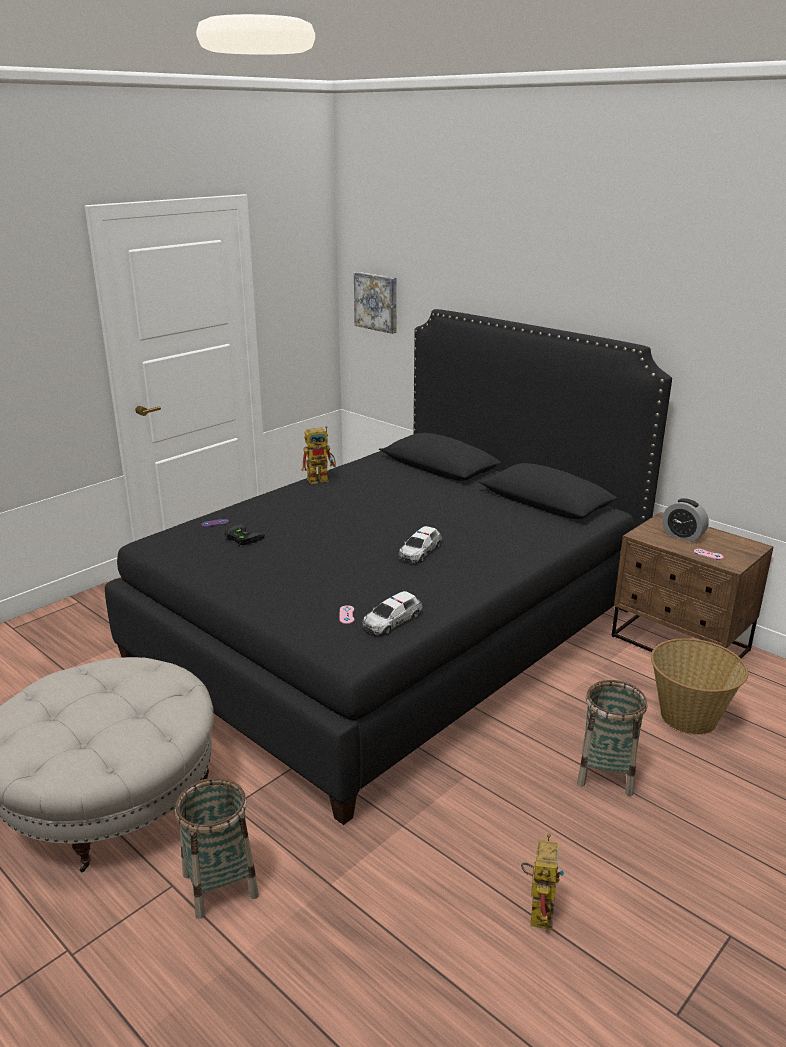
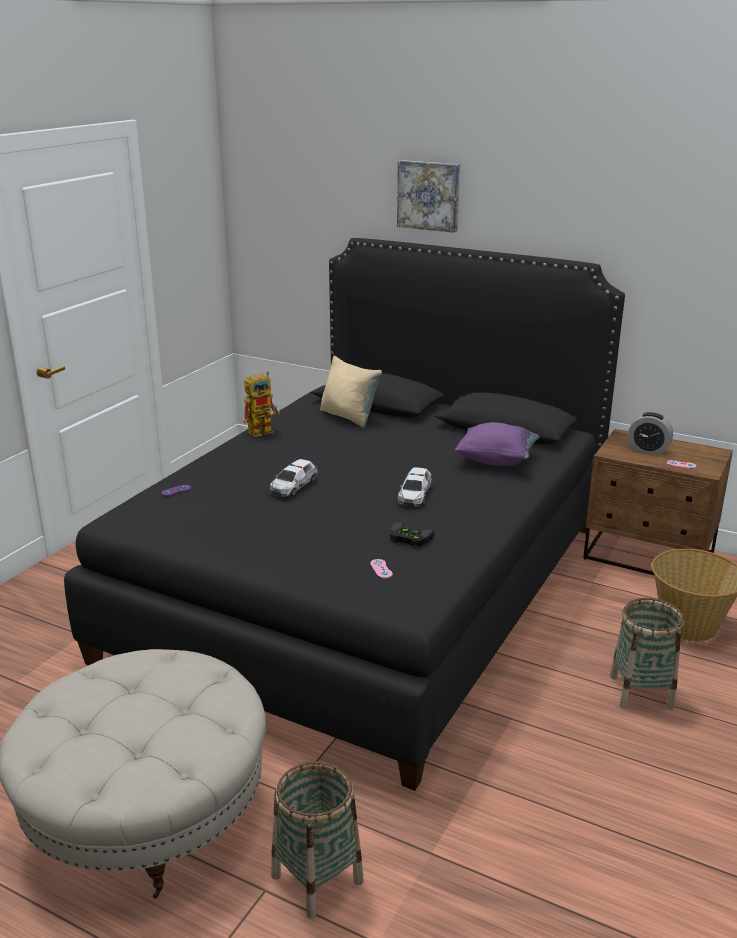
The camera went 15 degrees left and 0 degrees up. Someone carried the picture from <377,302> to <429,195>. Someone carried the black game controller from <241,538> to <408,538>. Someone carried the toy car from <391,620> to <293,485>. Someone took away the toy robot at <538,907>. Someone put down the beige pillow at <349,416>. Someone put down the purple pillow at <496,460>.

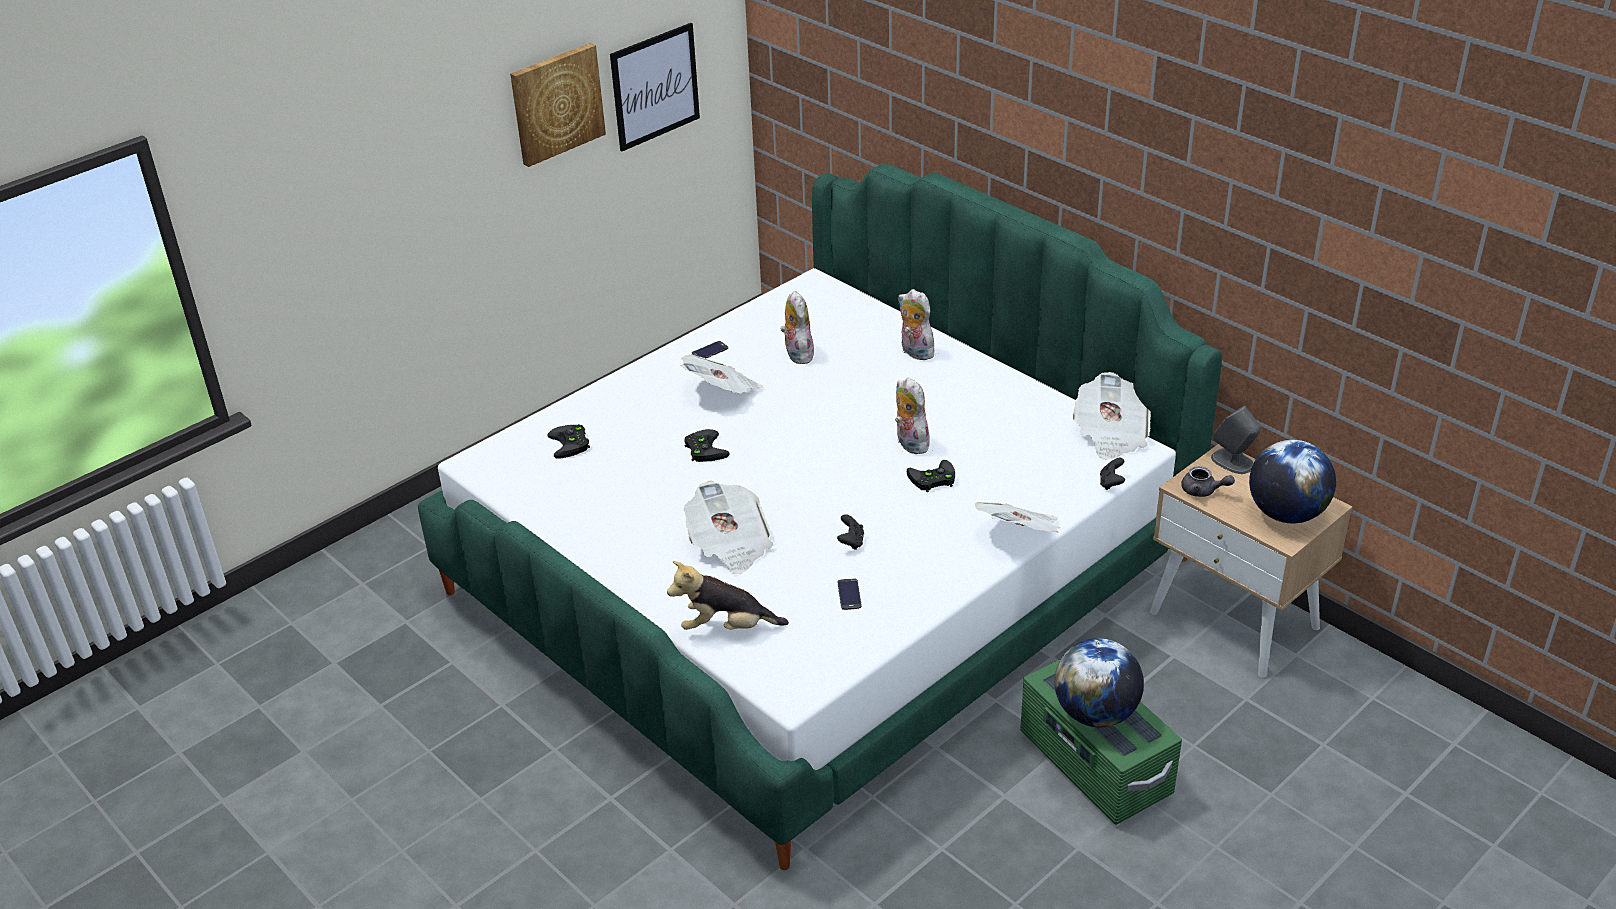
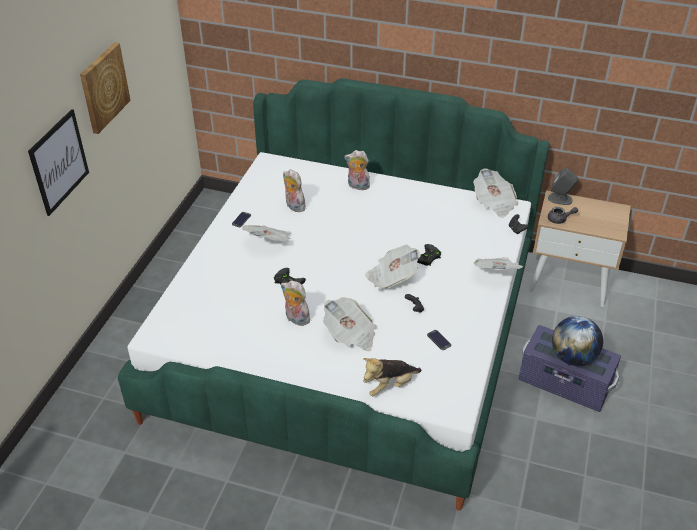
The camera went 30 degrees left and 5 degrees up. Someone carried the picture from <655,86> to <59,162>. Someone carried the plush toy from <909,443> to <295,319>. Someone took away the black game controller at <571,444>. Someone took away the globe at <1286,514>. Someone repainted the green storage box at <1095,764>, which became the purple storage box at <564,383>. Someone put down the newspaper at <392,277>.

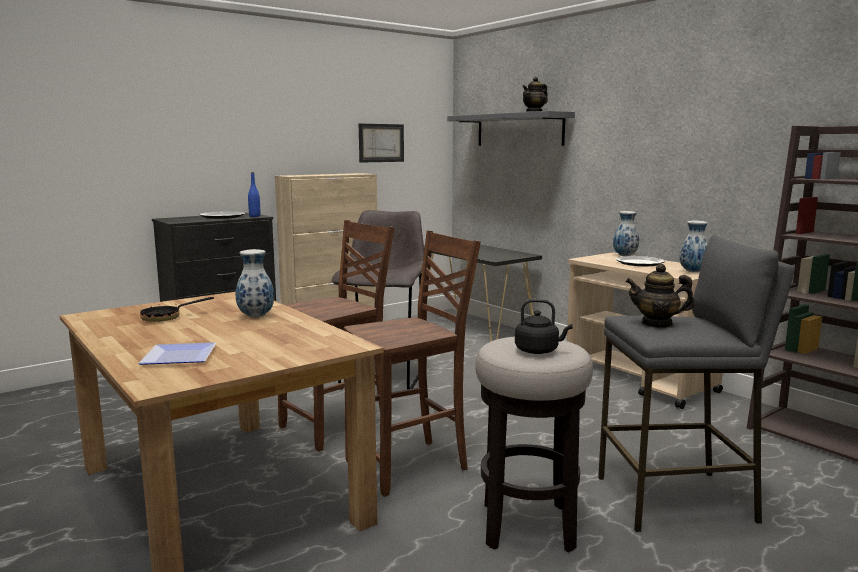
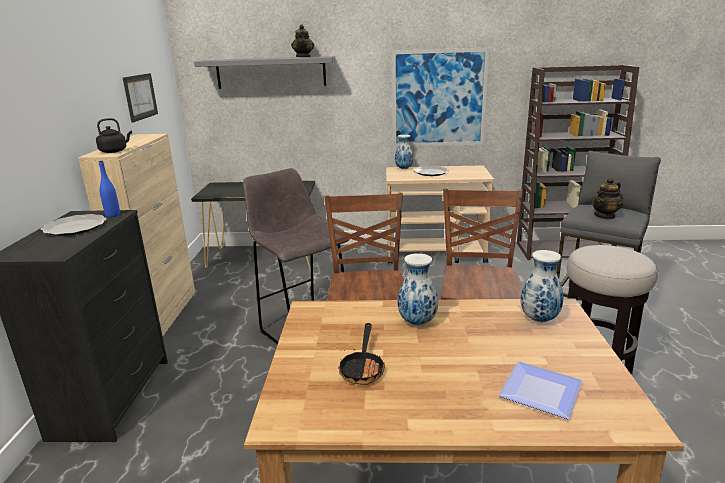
The camera went 50 degrees left and 10 degrees up. Someone carried the vase from <693,271> to <538,318>. Someone carried the black kettle from <539,351> to <115,151>. Someone put up the picture at <439,98>.

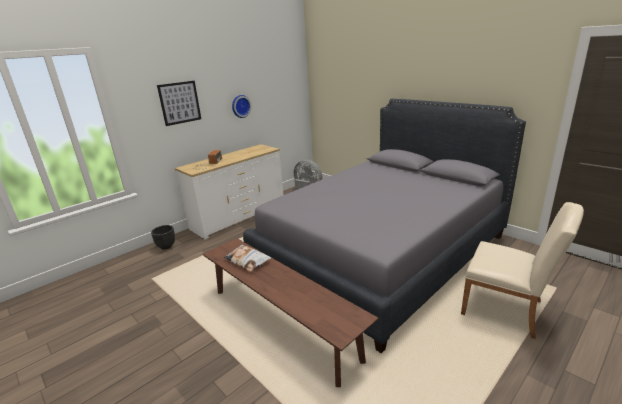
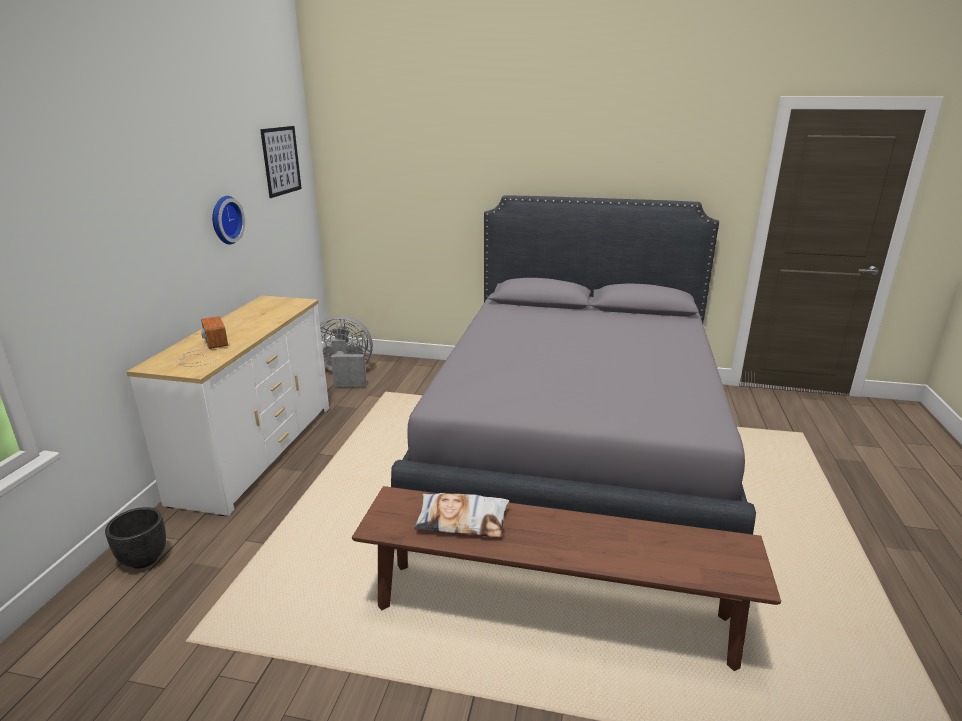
The camera went 35 degrees left and 0 degrees up. Someone carried the picture from <180,103> to <281,161>. Someone took away the beige chair at <508,310>.

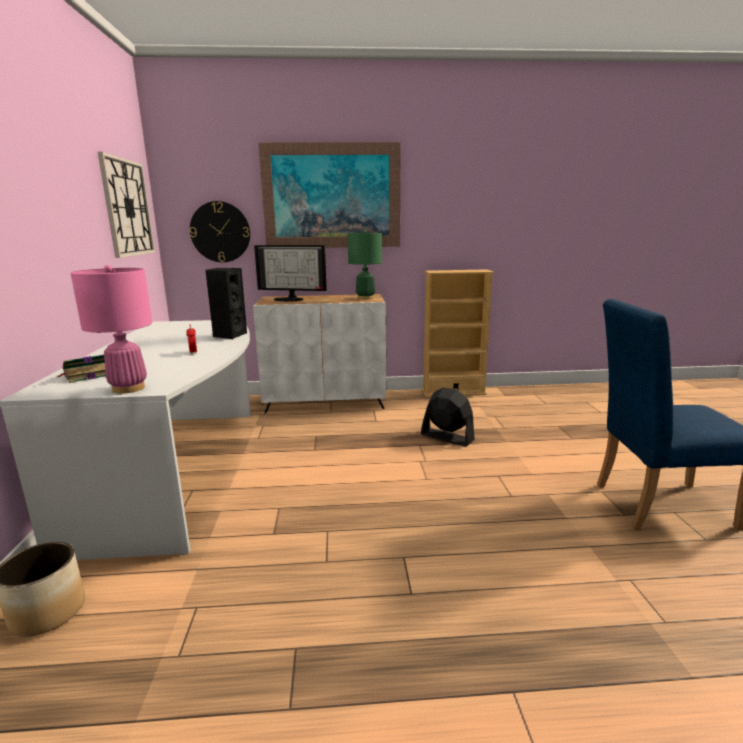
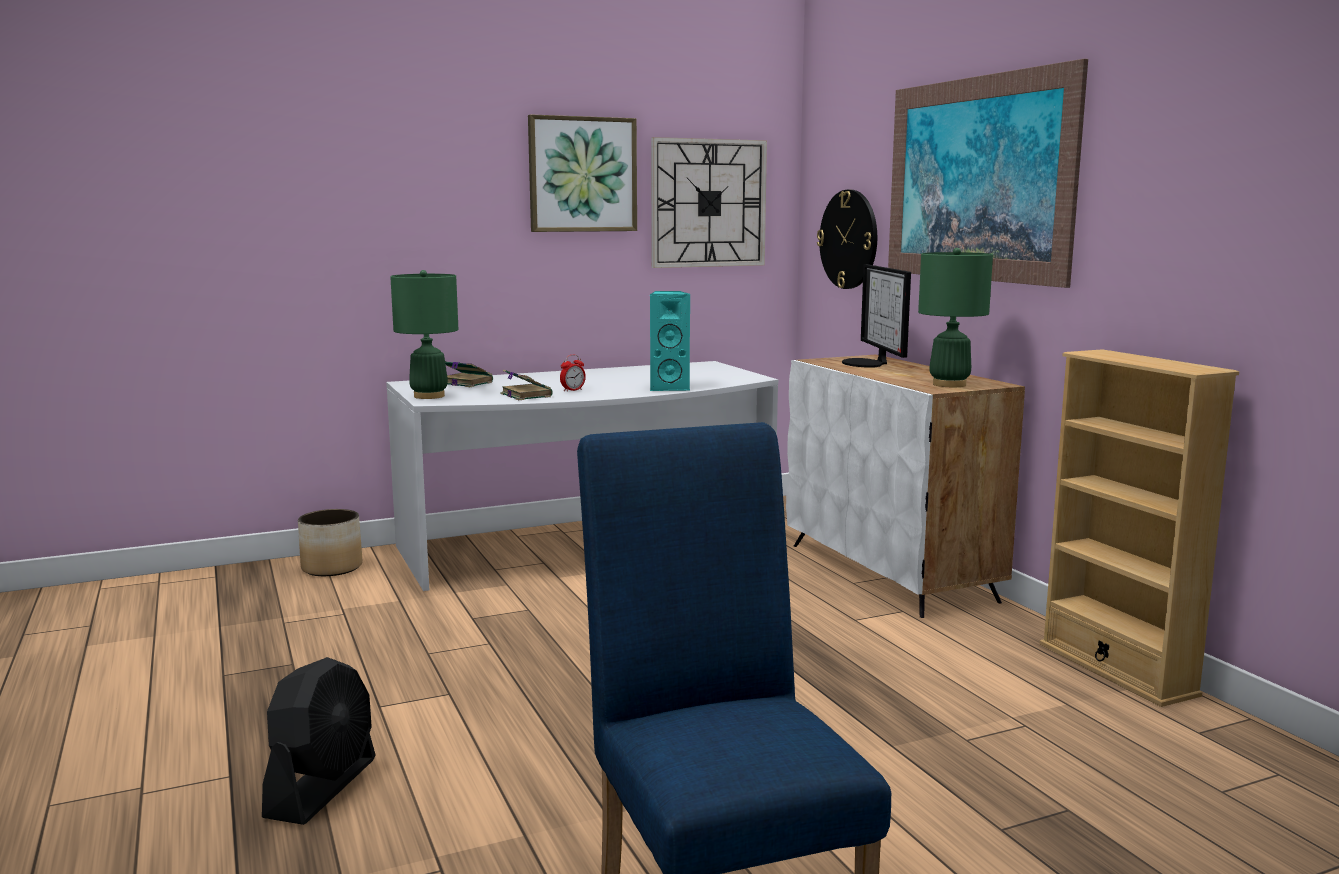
The camera went 70 degrees right and 5 degrees down. Someone repainted the pink table lamp at <129,388>, which became the green table lamp at <429,396>. Someone repainted the black speaker at <229,335>, which became the turquoise speaker at <669,388>. Someone carried the black fan from <446,437> to <322,787>. Someone put up the picture at <582,174>. Someone put down the book at <525,395>.

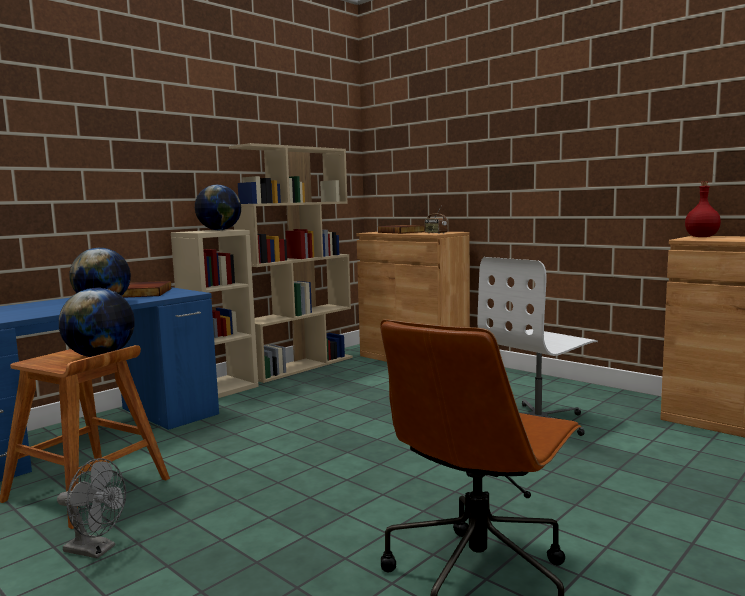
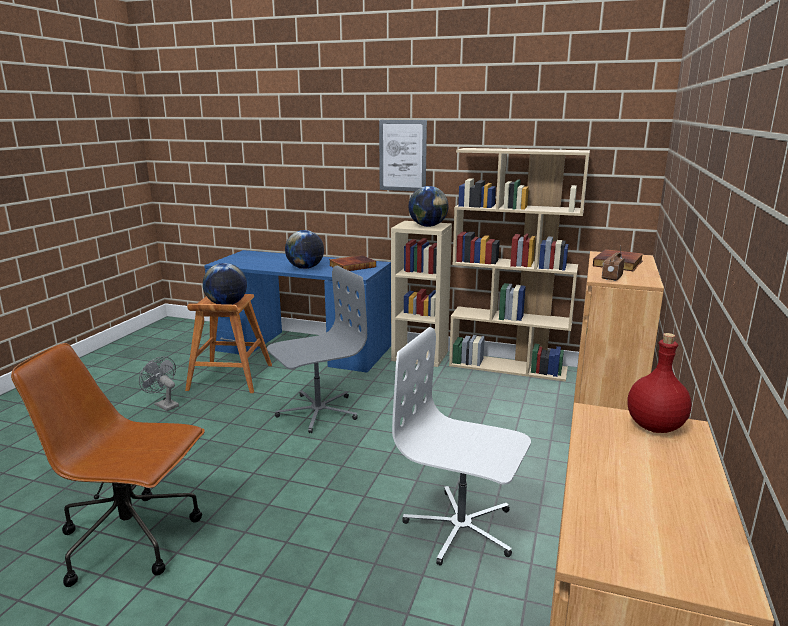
The camera went 65 degrees right and 10 degrees up. Someone rotated the grey fan at <96,550> by 135 degrees clockwise. Someone put up the picture at <402,155>. Someone put down the grey office chair at <317,411>.

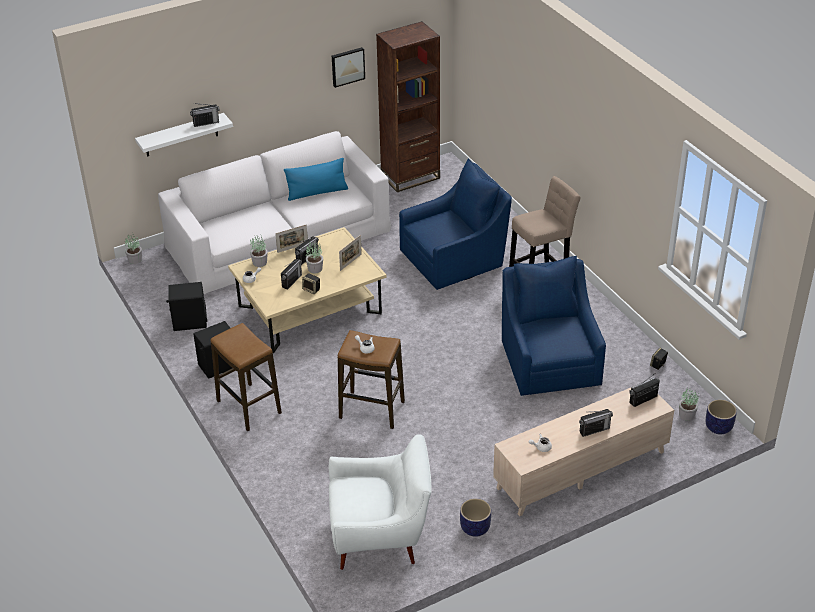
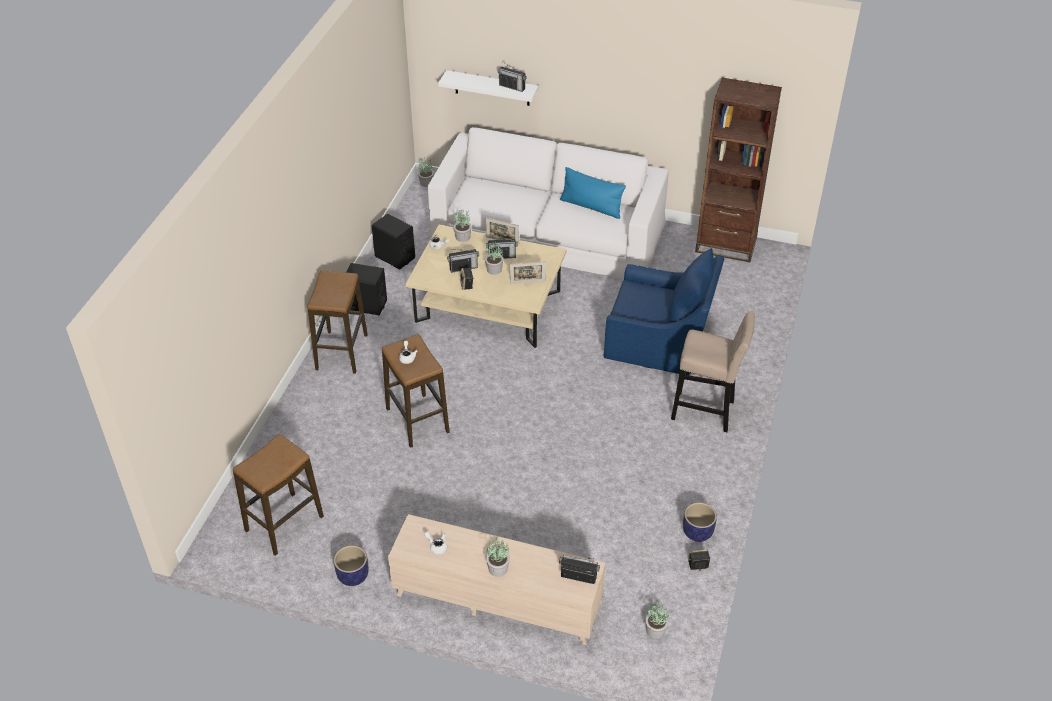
The camera went 45 degrees right and 5 degrees up. Someone took away the picture at <347,66>. Someone took away the blue armchair at <549,361>. Someone carried the planter from <718,428> to <697,533>. Someone swapped the radio at <594,430> for the potted plant at <498,568>. Someone swapped the white armchair at <380,536> for the stool at <284,524>.

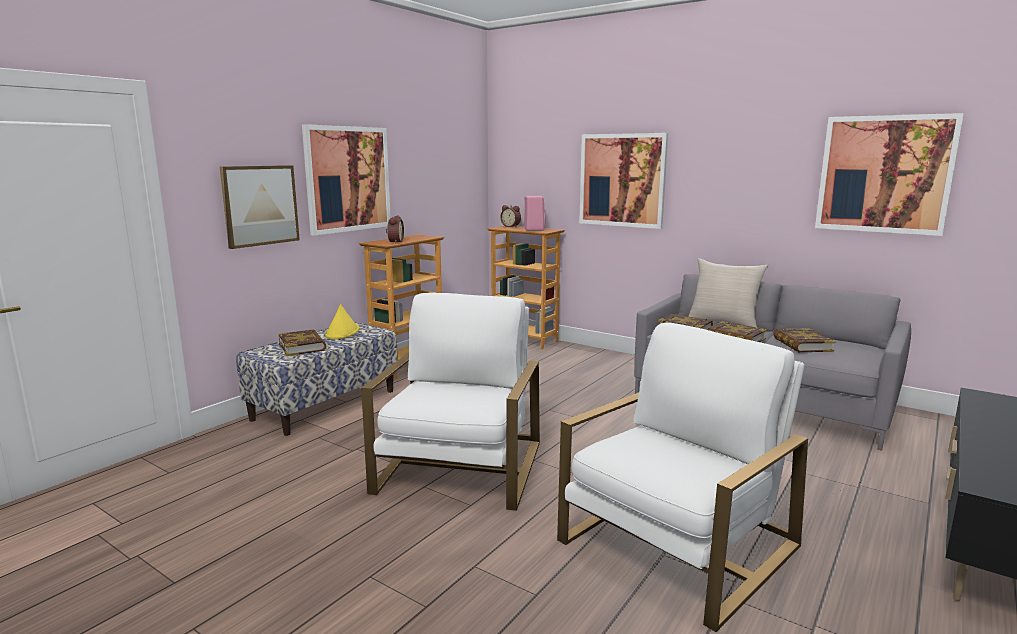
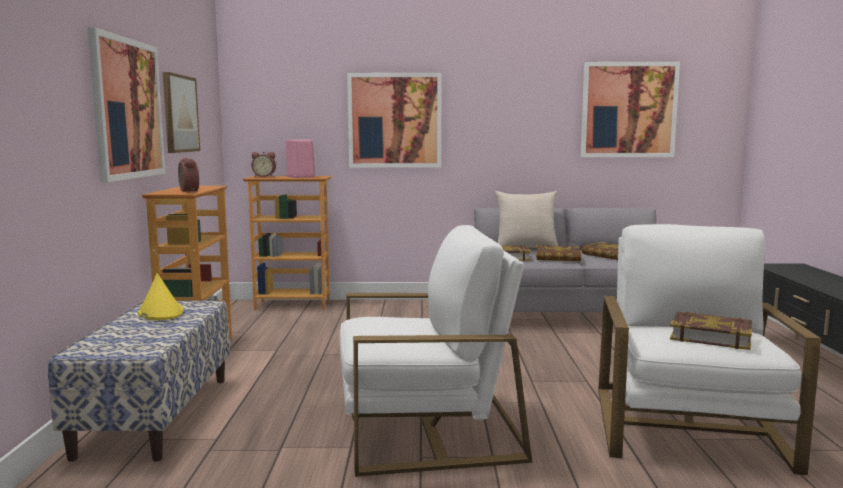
The camera went 35 degrees left and 5 degrees down. Someone carried the picture from <260,205> to <179,114>. Someone rotated the white armchair at <461,468> by 105 degrees clockwise. Someone carried the book from <302,347> to <710,336>.

